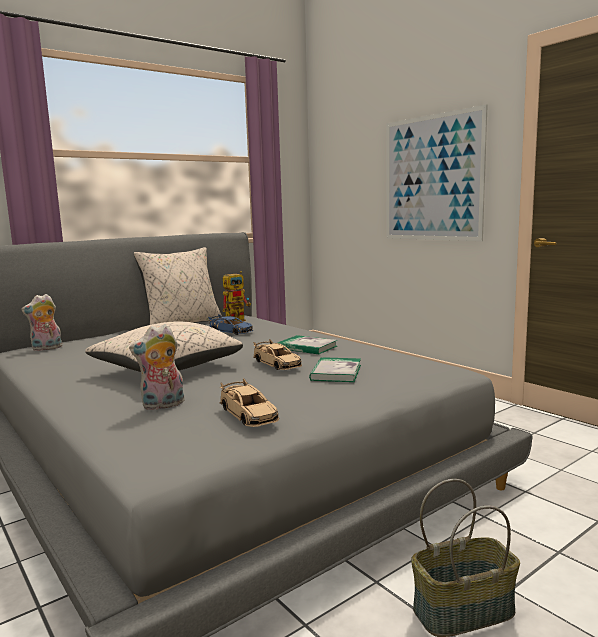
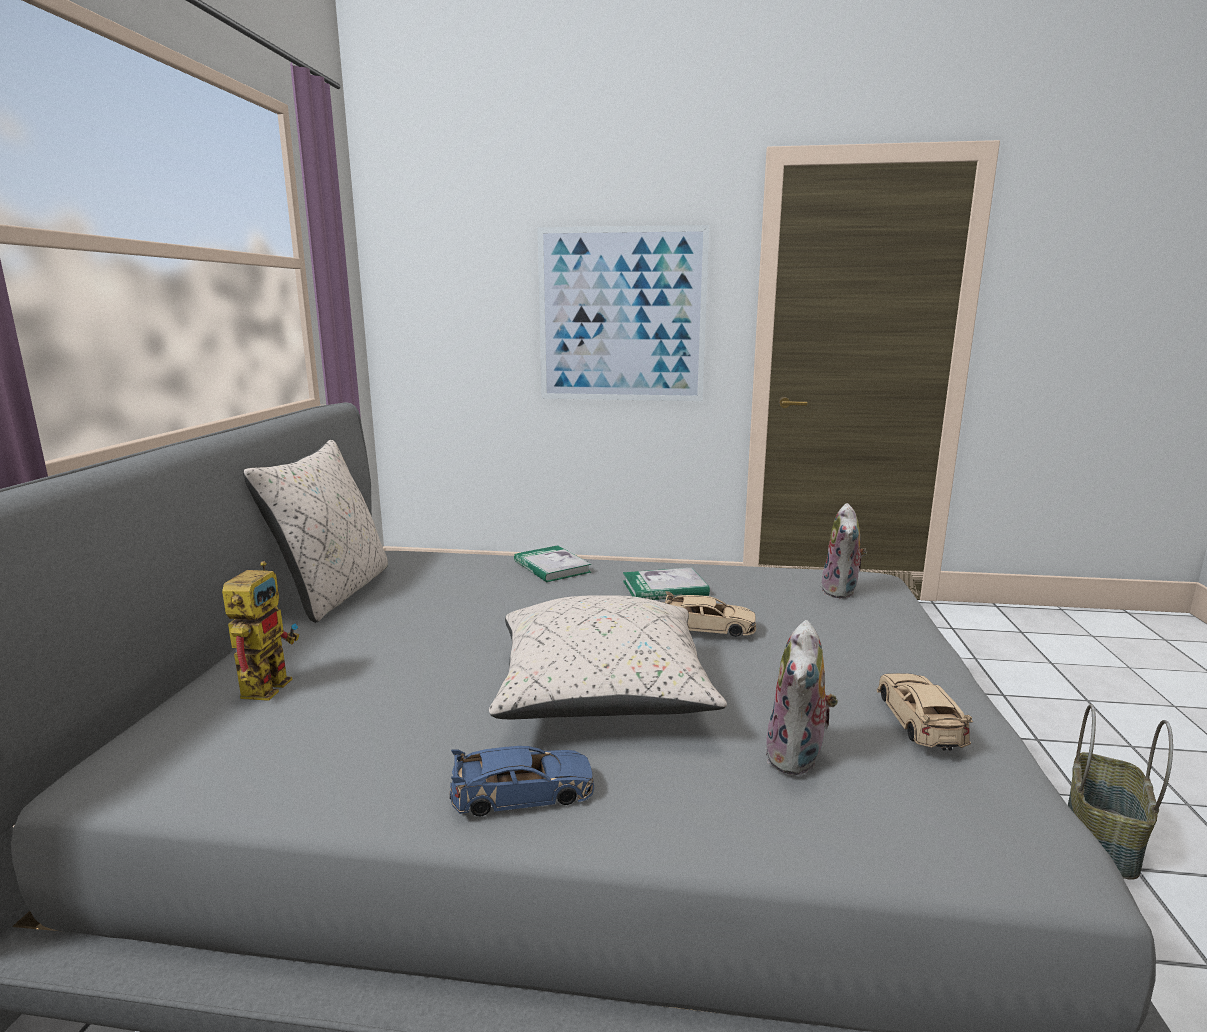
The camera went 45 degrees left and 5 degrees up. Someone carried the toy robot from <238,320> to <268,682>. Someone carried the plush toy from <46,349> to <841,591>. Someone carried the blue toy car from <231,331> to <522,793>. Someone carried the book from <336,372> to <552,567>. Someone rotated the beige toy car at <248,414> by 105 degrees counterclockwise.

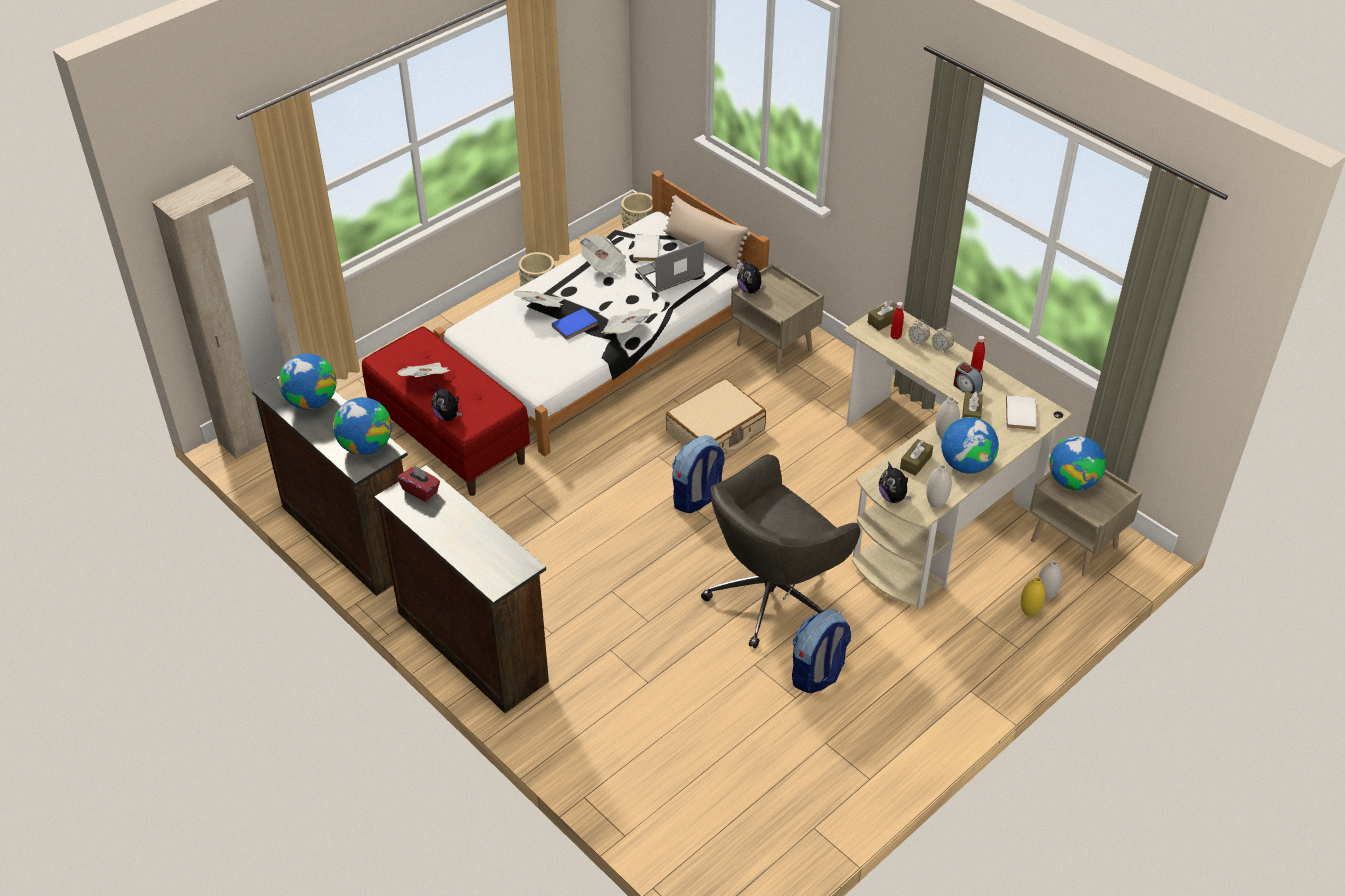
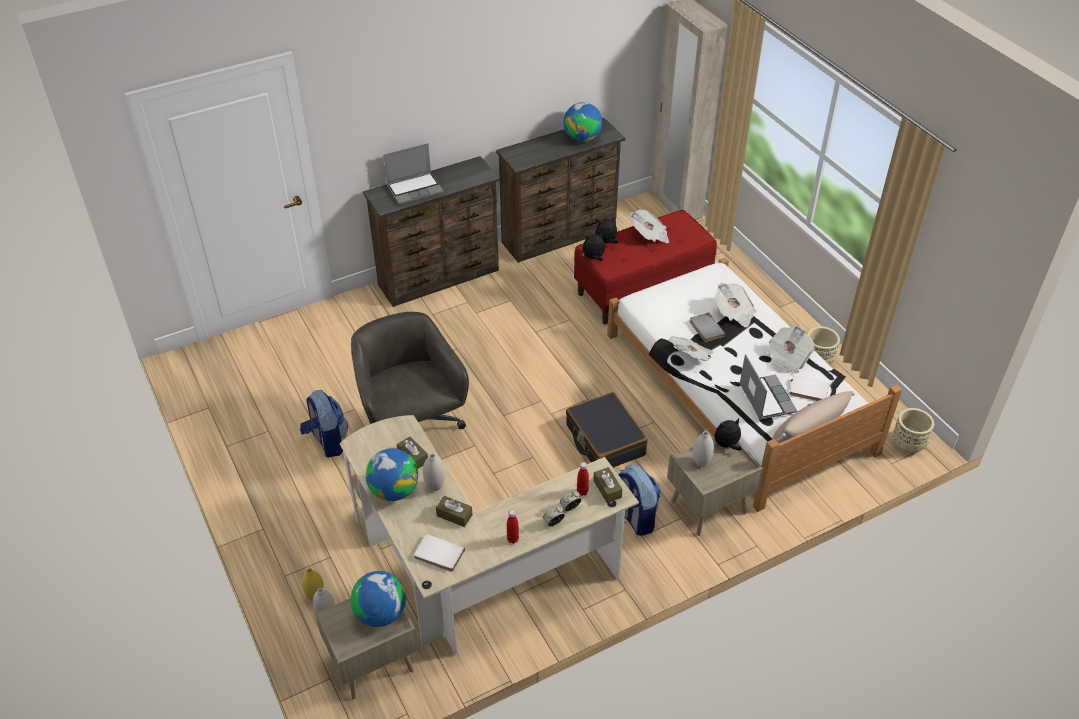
The camera went 105 degrees right and 0 degrees up. Someone repainted the blue book at <576,326>, which became the grey book at <705,329>. Someone took away the alarm clock at <966,388>. Someone repainted the beige suitcase at <716,432>, which became the black suitcase at <604,440>. Someone took away the globe at <366,446>. Someone carried the backpack from <697,498> to <633,517>. Someone carried the plush toy from <893,497> to <593,257>. Someone carried the white vase from <936,504> to <701,463>. Someone took away the red tissue box at <420,490>. Someone put down the laptop at <415,189>.

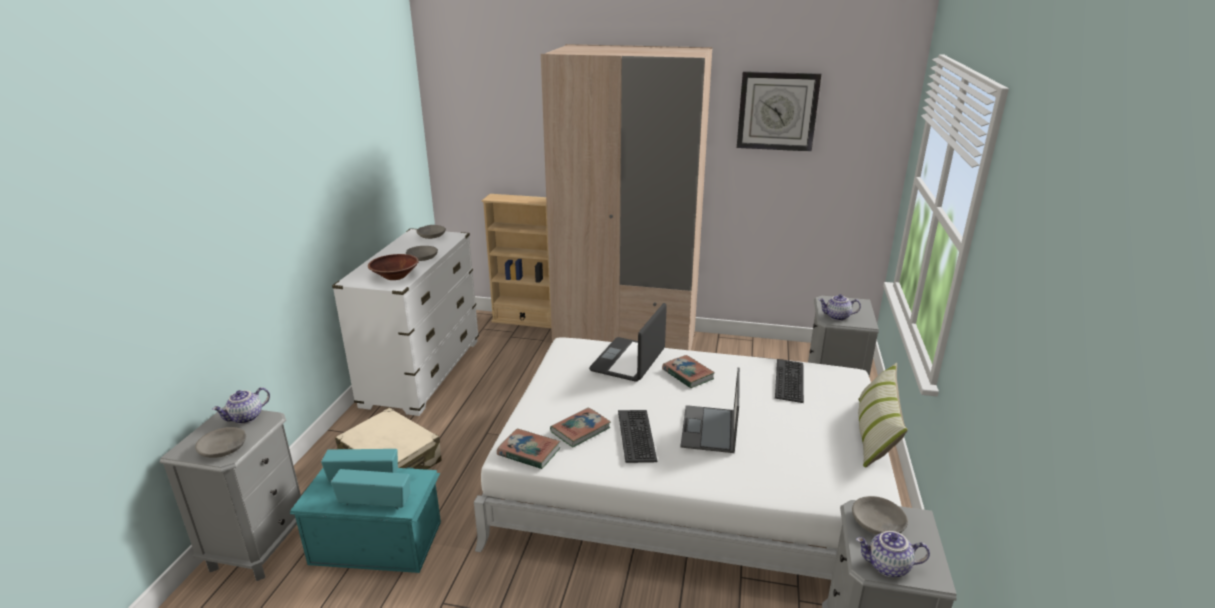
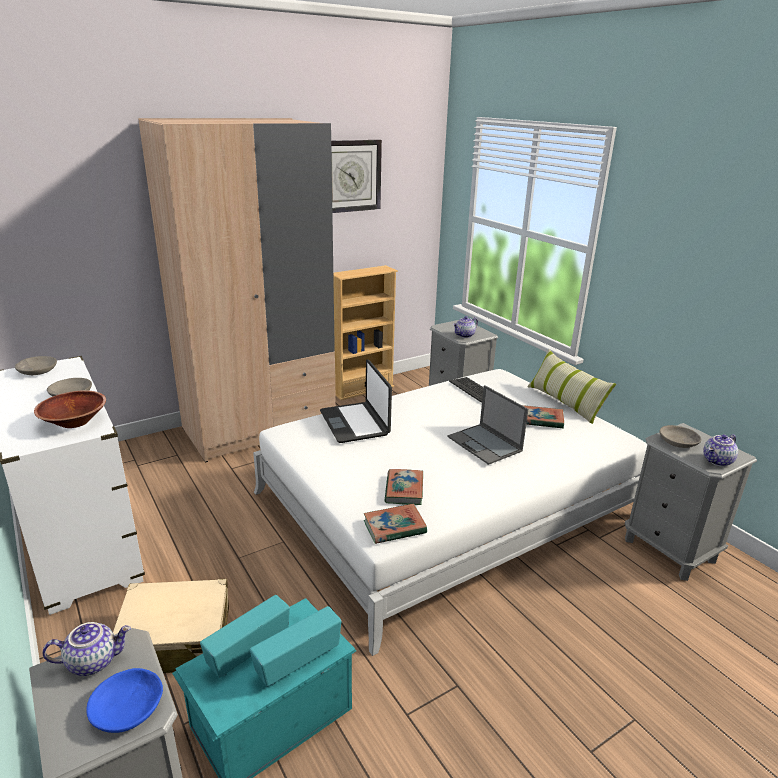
The camera went 45 degrees left and 0 degrees up. Someone carried the beige bookcase from <525,320> to <362,389>. Someone carried the book from <687,374> to <541,420>. Someone rotated the teapot at <246,418> by 105 degrees counterclockwise. Someone took away the keyboard at <637,436>. Someone repainted the grey bowl at <224,449>, which became the blue bowl at <129,708>.

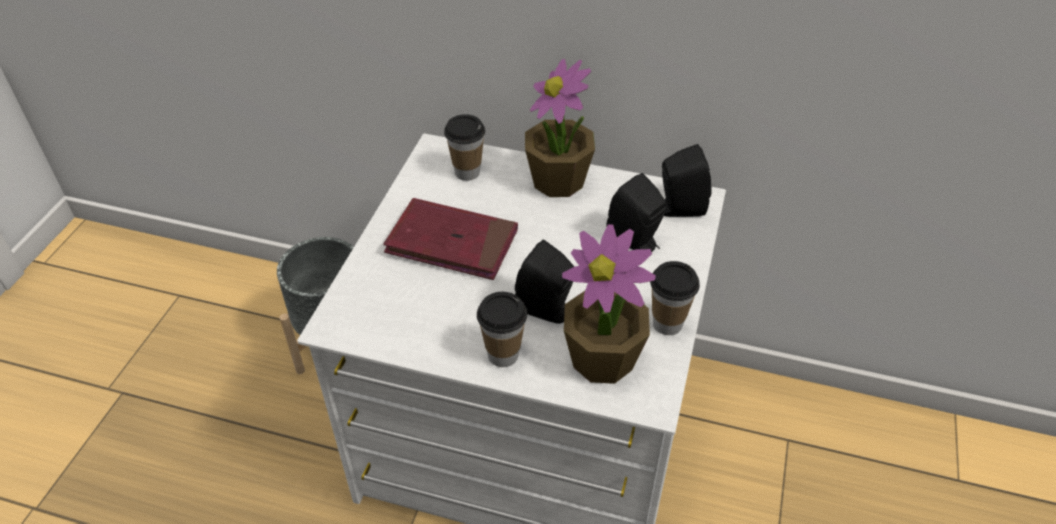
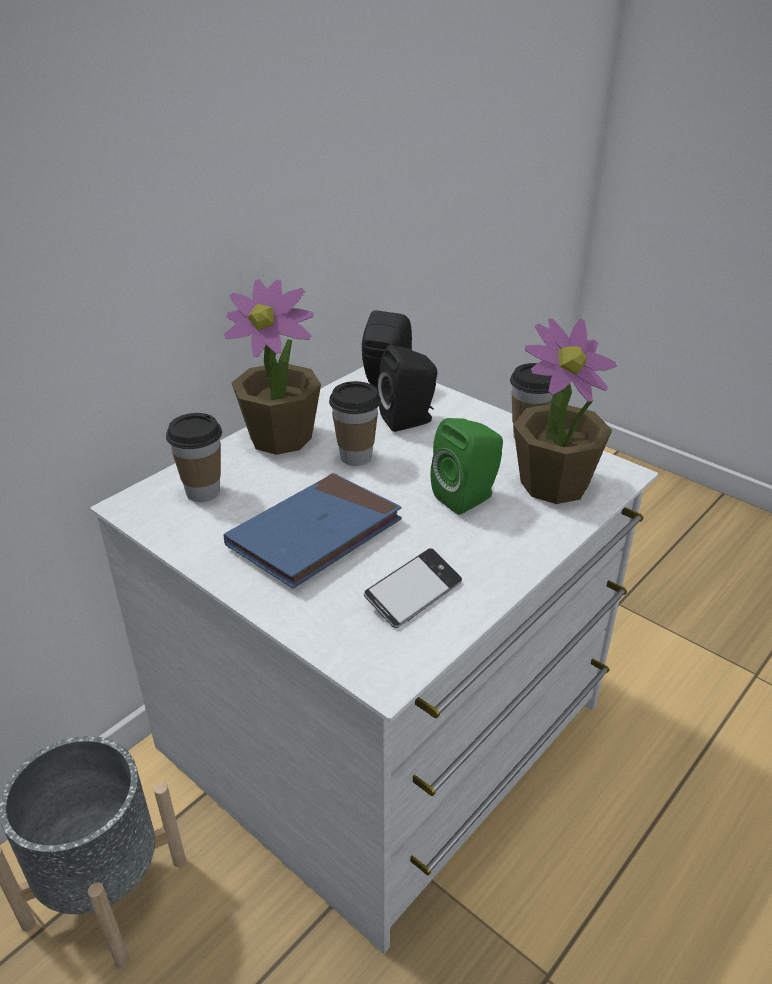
The camera went 65 degrees left and 10 degrees down. Someone repainted the red book at <452,243>, which became the blue book at <315,534>. Someone repainted the black speaker at <547,310>, which became the green speaker at <468,497>. Someone carried the cup from <503,355> to <356,457>. Someone put down the phone at <413,594>.

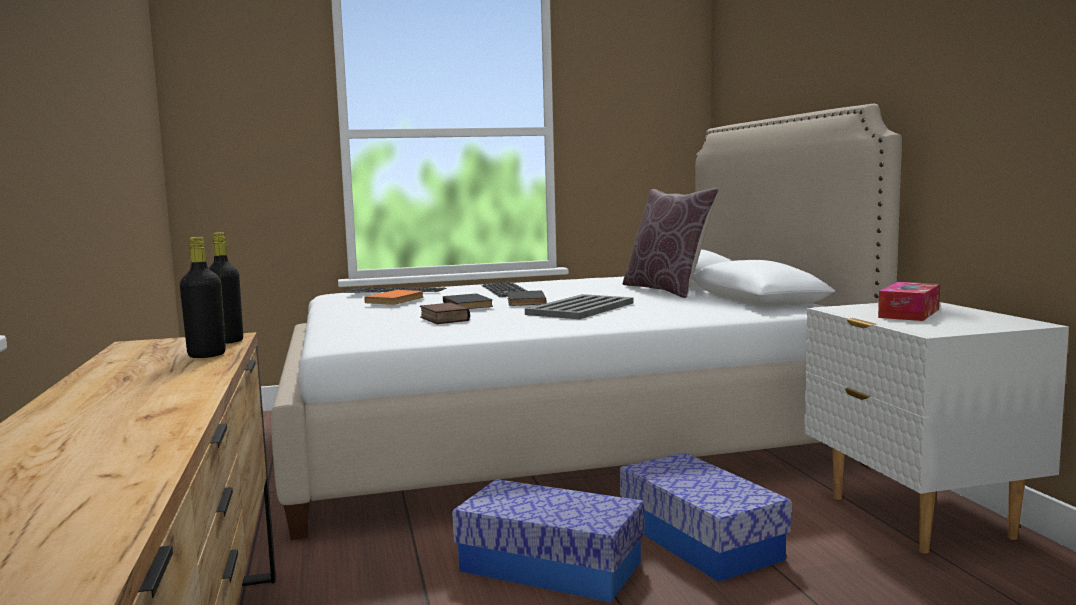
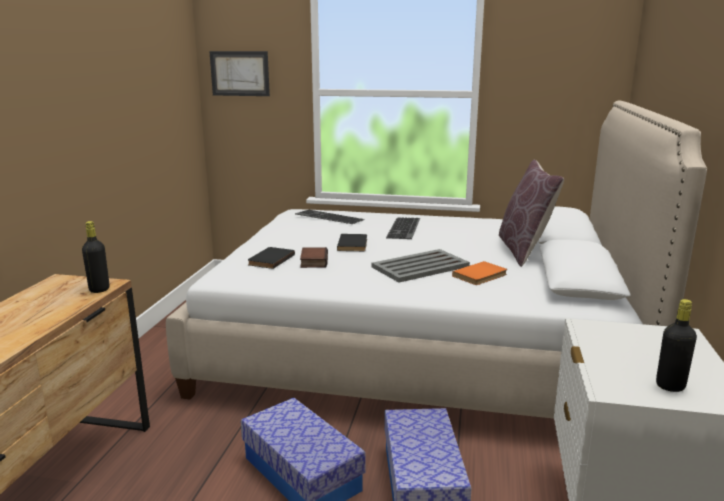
The camera went 25 degrees right and 10 degrees up. Someone carried the black bottle from <207,355> to <670,386>. Someone took away the tissue box at <909,313>. Someone carried the orange book from <397,300> to <481,276>. Someone carried the black book from <524,301> to <270,259>. Someone put up the picture at <240,73>.

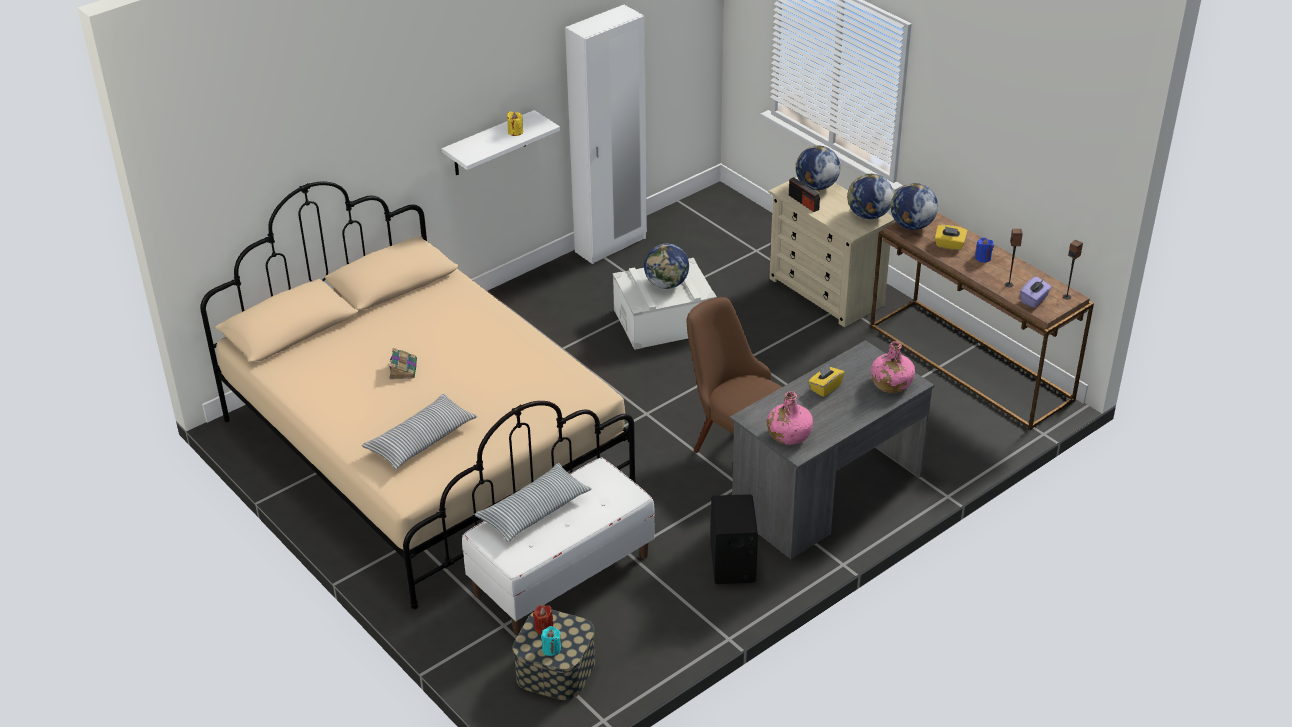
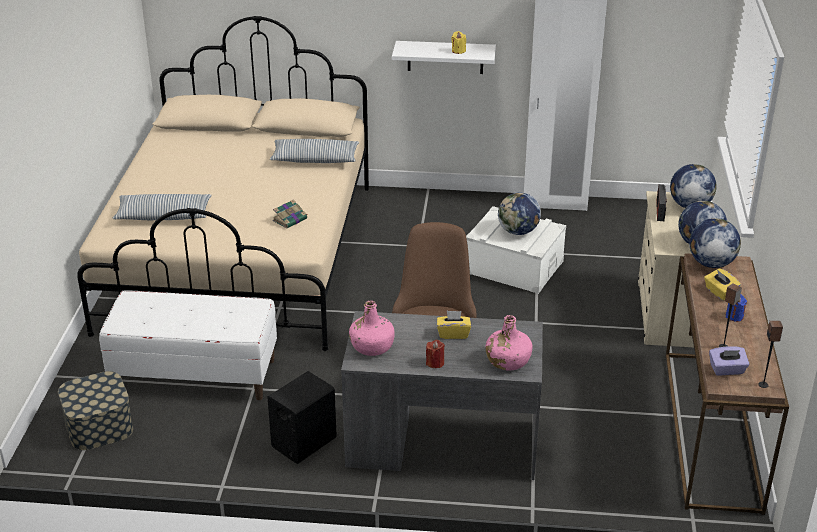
The camera went 45 degrees right and 5 degrees down. Someone carried the book from <403,369> to <290,219>. Someone carried the pillow from <534,511> to <315,159>. Someone carried the red candle from <544,627> to <435,363>. Someone took away the turquoise candle at <551,649>.

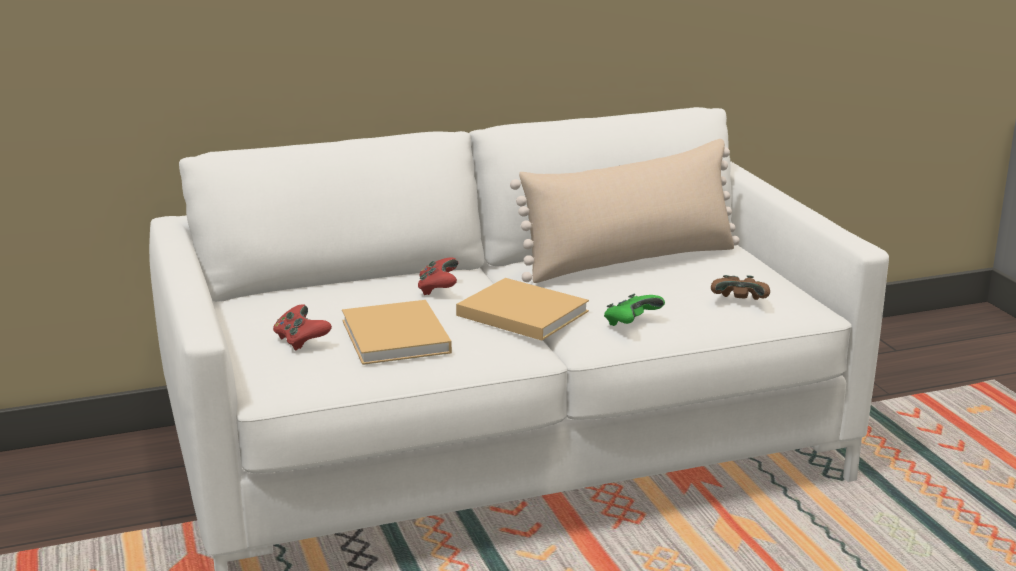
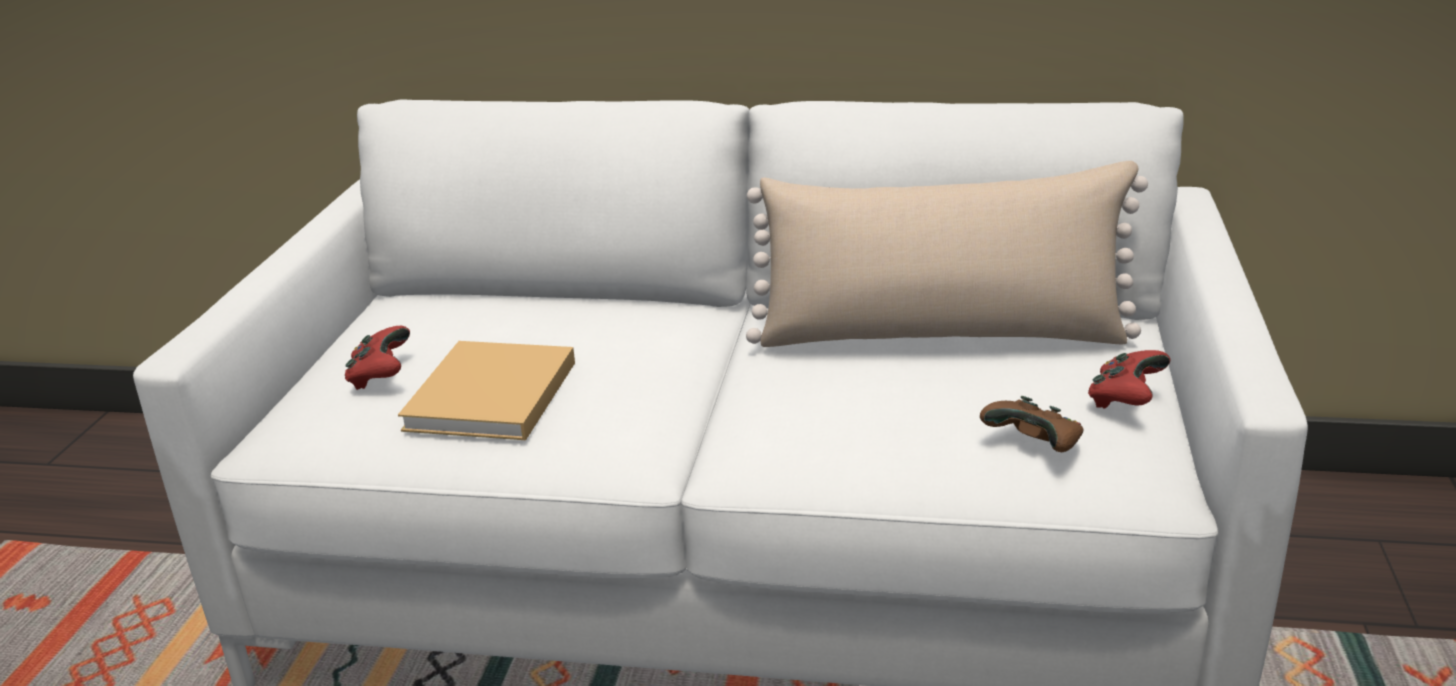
The camera went 30 degrees right and 5 degrees up. Someone carried the red game controller from <438,289> to <1125,400>. Someone took away the beige book at <519,312>. Someone took away the green game controller at <631,324>.

